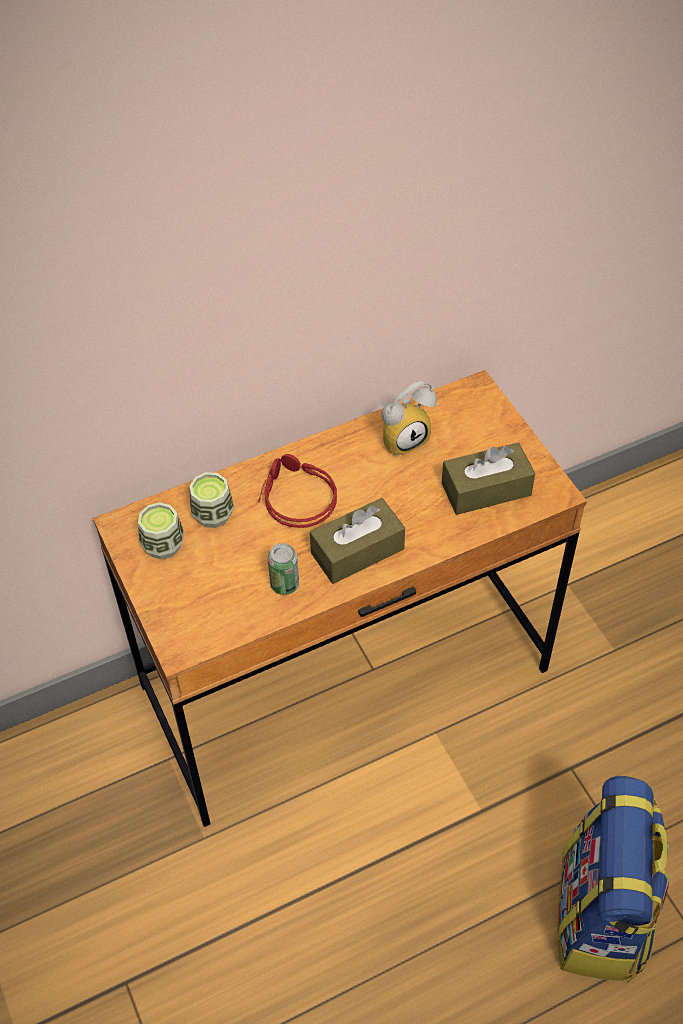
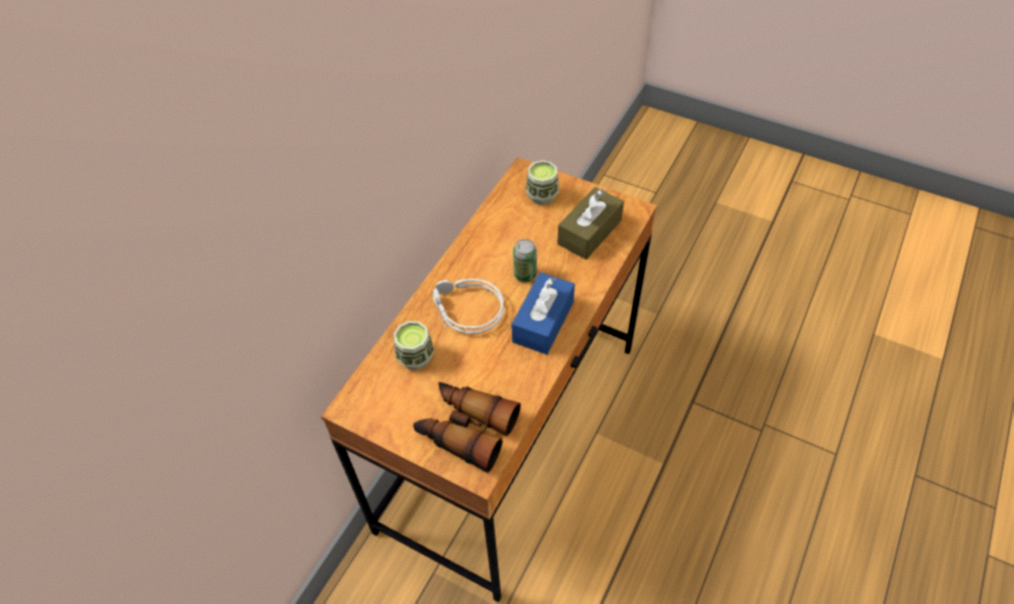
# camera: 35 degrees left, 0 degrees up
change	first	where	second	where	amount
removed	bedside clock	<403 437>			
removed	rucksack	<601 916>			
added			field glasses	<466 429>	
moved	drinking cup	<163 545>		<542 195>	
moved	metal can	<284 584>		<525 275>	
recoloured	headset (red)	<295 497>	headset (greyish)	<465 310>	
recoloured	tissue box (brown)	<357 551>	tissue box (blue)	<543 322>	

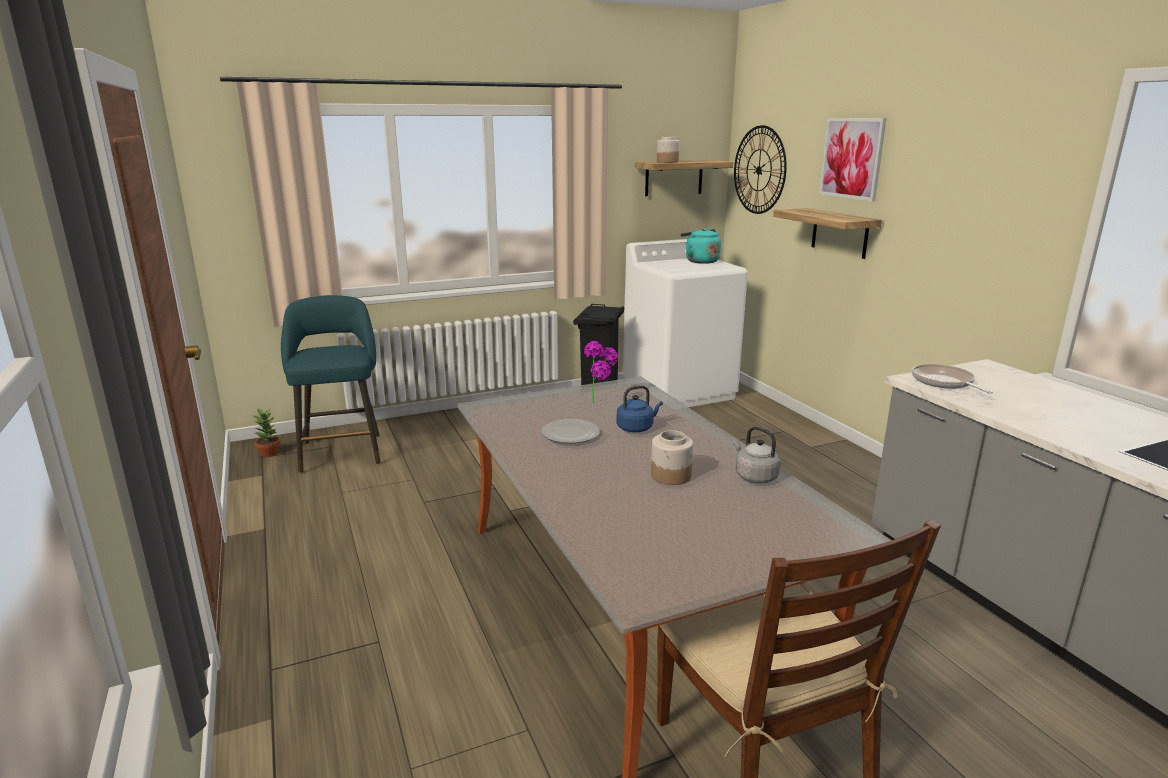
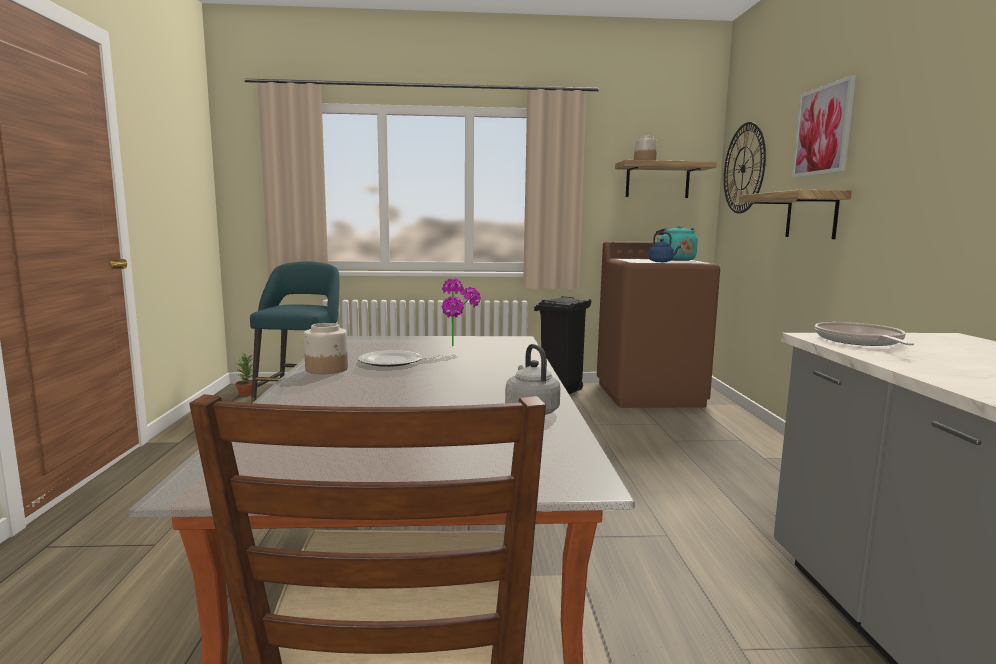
# camera: 20 degrees right, 10 degrees down
change	first	where	second	where	amount
moved	tea kettle (blue)	<636 428>		<662 262>	
moved	storage jar	<671 475>		<327 369>	
recoloured	laundry machine (white)	<679 391>	laundry machine (brown)	<650 394>	

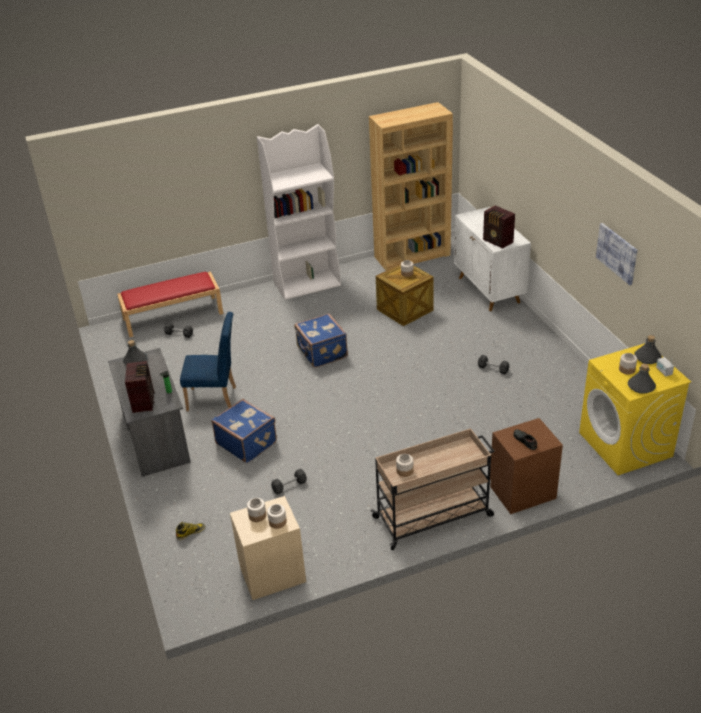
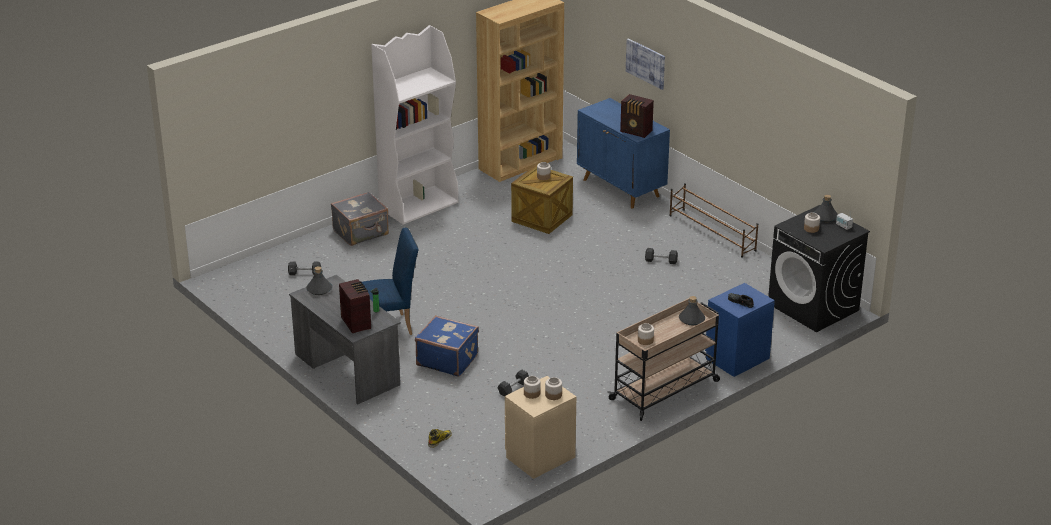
# camera: 20 degrees left, 5 degrees down
change	first	where	second	where	amount
removed	indoor bench (red)	<173 316>			
removed	piece of luggage (blue)	<321 353>			
added			piece of luggage (greyish)	<361 233>	
added			shoe stand (brown)	<712 233>	
moved	wall picture	<617 253>		<646 63>	
moved	bottle (greyish)	<641 386>		<691 319>	
recoloured	storage cabinet (white)	<489 290>	storage cabinet (blue)	<621 188>	
recoloured	bedside table (brown)	<522 491>	bedside table (blue)	<736 358>	
recoloured	laundry machine (yellow-coloured)	<626 445>	laundry machine (blackish)	<814 307>	

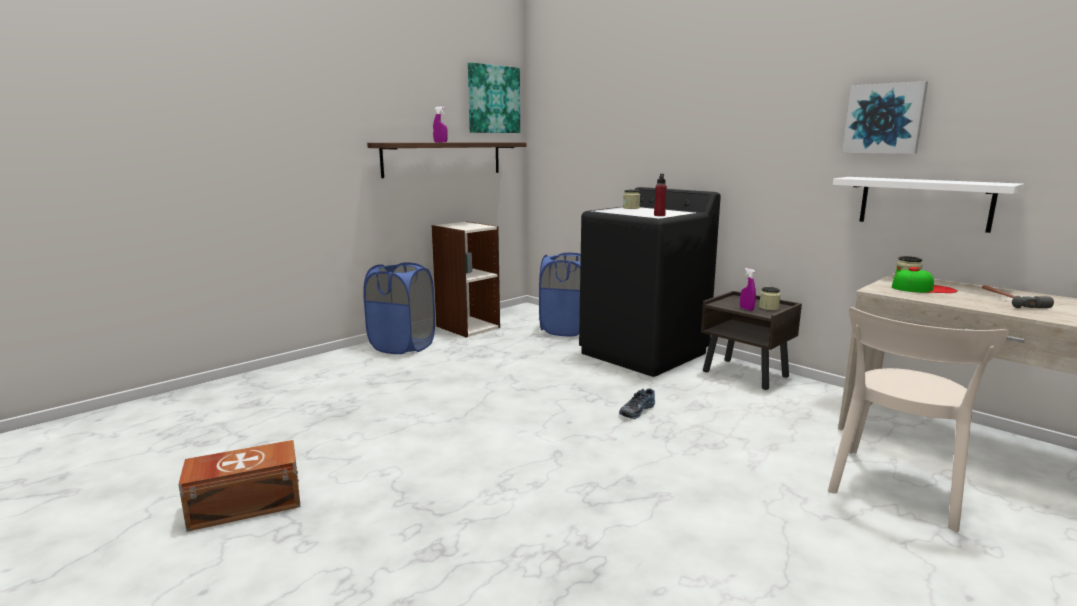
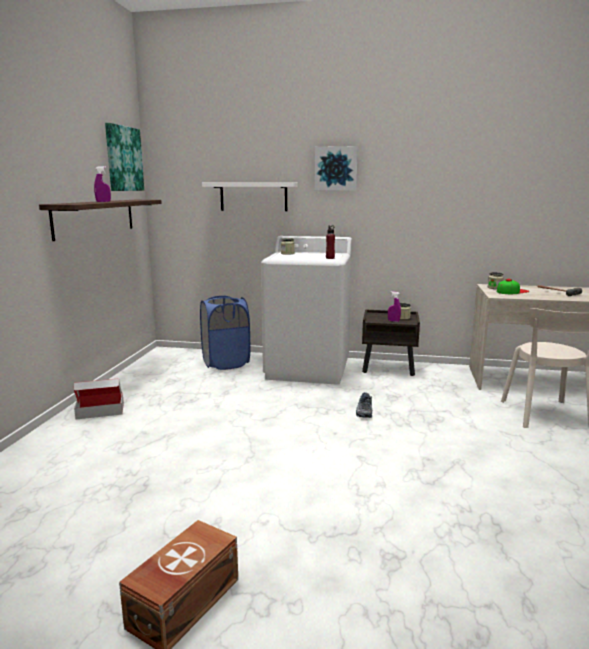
# camera: 35 degrees left, 0 degrees up
change	first	where	second	where	amount
removed	bookshelf	<467 327>			
moved	shelf (white)	<924 203>		<253 196>	
moved	wall picture	<884 119>		<336 168>	
replaced	washing basket (blue)	<402 346>	packing box	<100 410>	
recoloured	laundry machine (blackish)	<644 353>	laundry machine (white)	<308 369>	

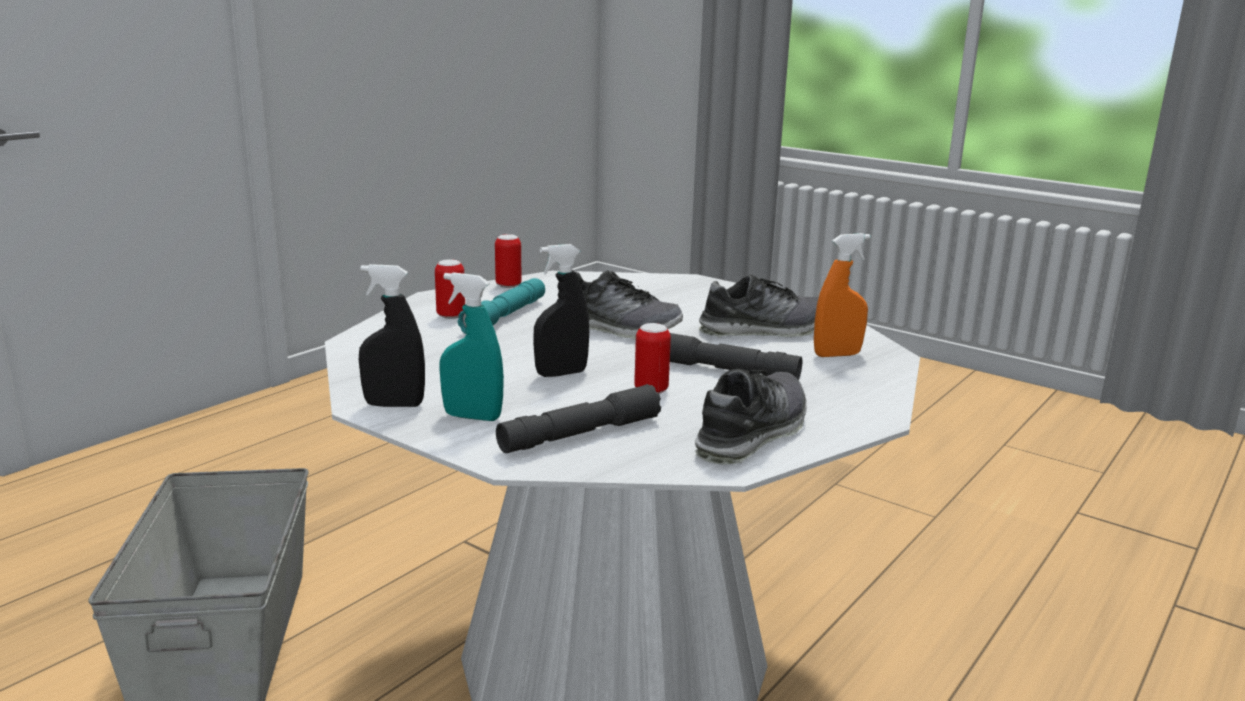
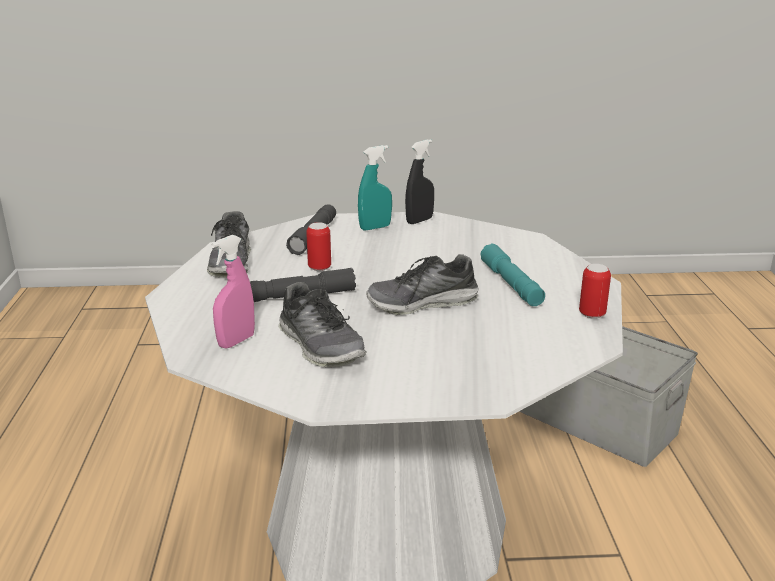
# camera: 140 degrees right, 5 degrees up
change	first	where	second	where	amount
removed	metal can	<451 315>			
removed	sprayer (blackish)	<561 373>			
recoloured	sprayer (orange-coloured)	<837 355>	sprayer (pink)	<236 341>	
turned	shoe	<763 331>		<320 346>	75 degrees counterclockwise

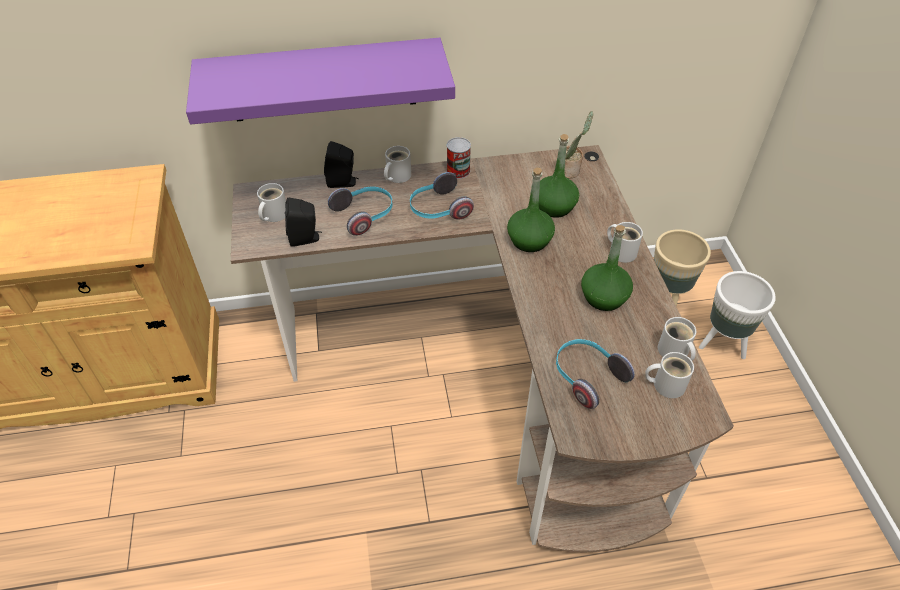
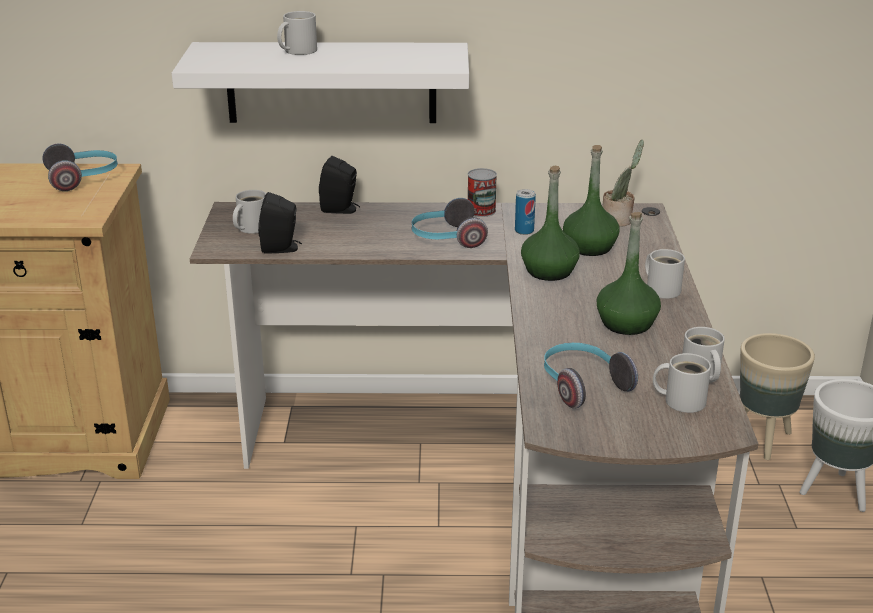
# camera: 10 degrees right, 20 degrees down
change	first	where	second	where	amount
added			metal can	<524 231>	
moved	headset	<365 215>		<83 178>	
moved	tea mug (white)	<396 176>		<297 51>	
recoloured	shelf (purple-coloured)	<323 80>	shelf (white)	<331 82>	

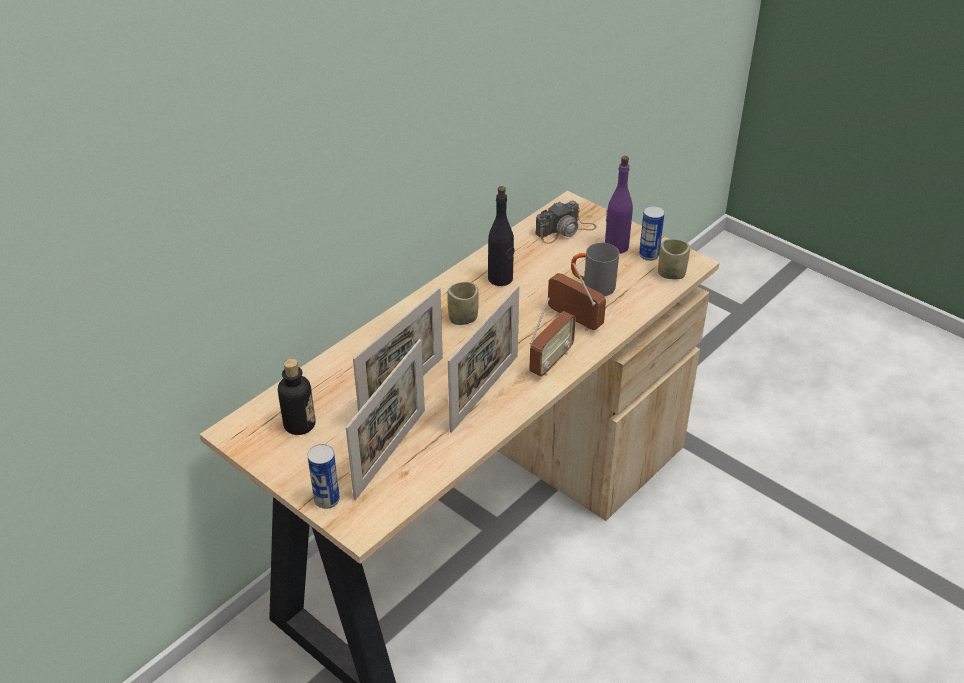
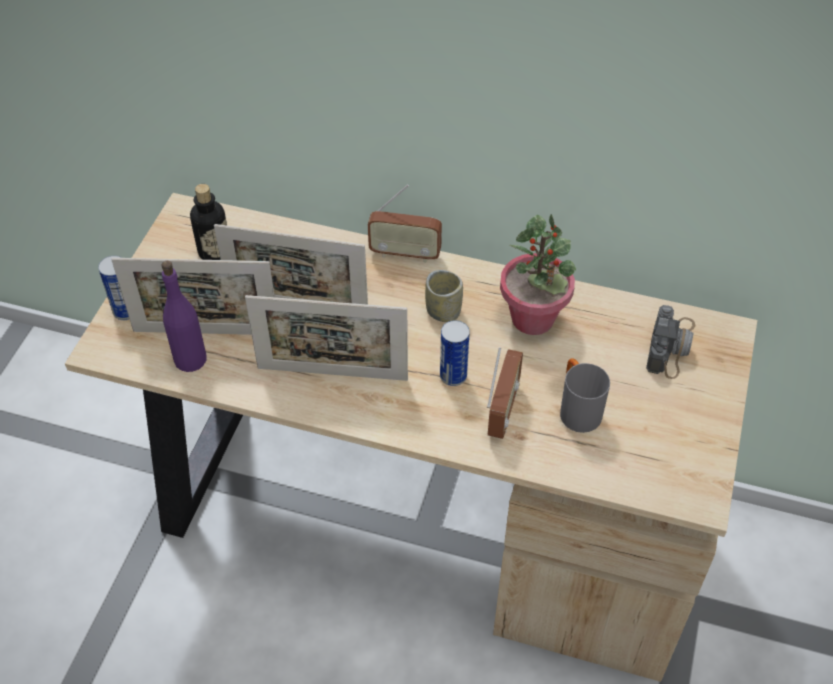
# camera: 65 degrees right, 10 degrees up
change	first	where	second	where	amount
removed	drinking cup	<671 274>			
moved	radio	<550 362>		<405 254>	
moved	bottle (purple-coloured)	<616 247>		<190 359>	
moved	metal can	<649 255>		<453 376>	
replaced	bottle (blackish)	<500 279>	houseplant	<533 318>	
turned	still camera	<565 230>		<670 346>	105 degrees counterclockwise

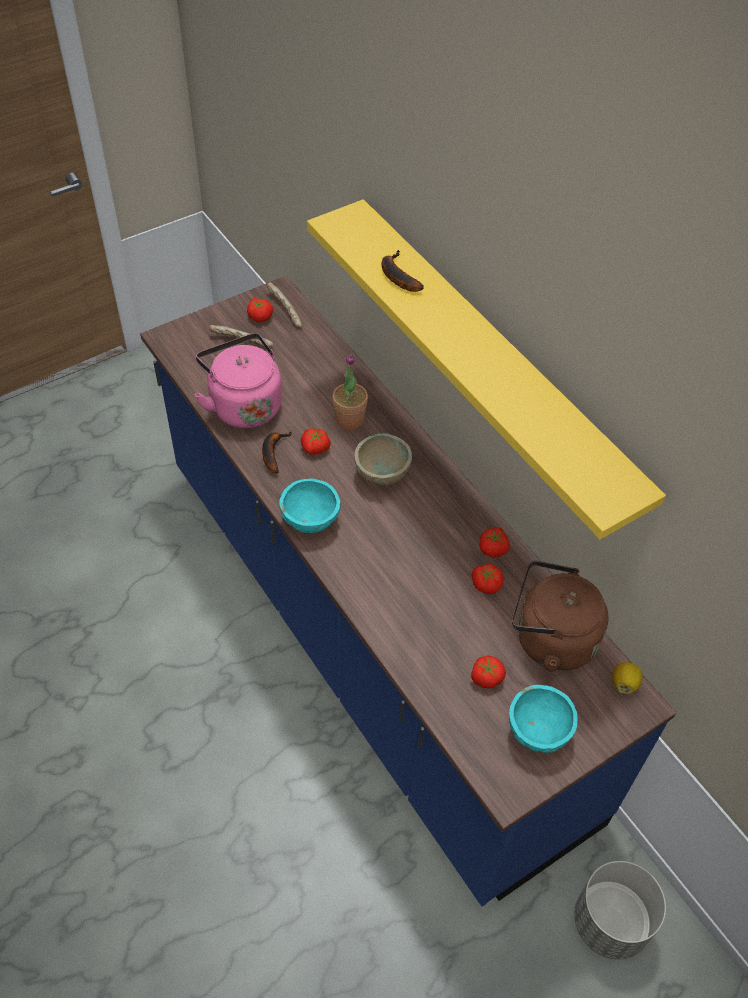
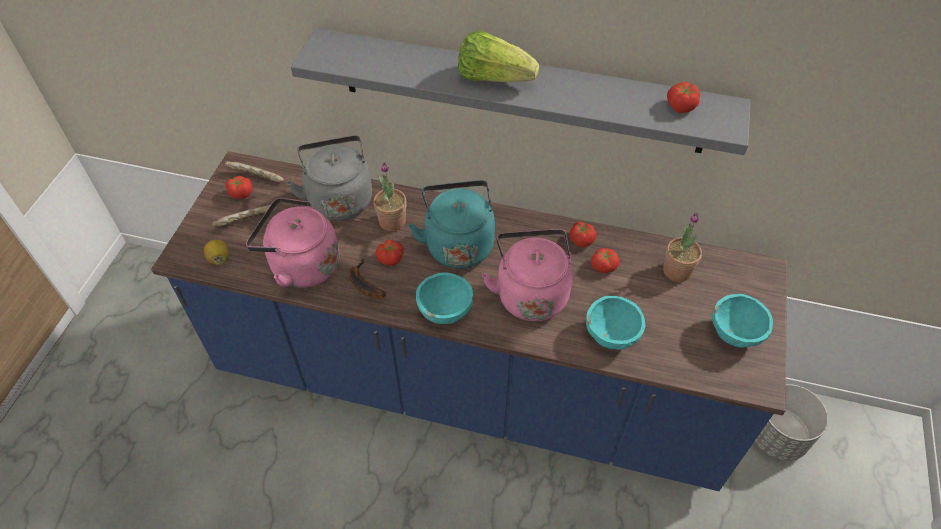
# camera: 40 degrees left, 0 degrees up
change	first	where	second	where	amount
removed	whole banana	<396 276>			
added			tea kettle (greyish)	<339 198>	
added			head of lettuce	<493 78>	
added			tea kettle (pink)	<530 293>	
added			bowl (blue-green)	<611 335>	
moved	fresh tomato	<486 677>		<680 106>	
moved	lemon	<624 684>		<219 258>	
replaced	bowl (sand-coloured)	<382 474>	tea kettle (blue-green)	<458 243>	
replaced	tea kettle (brown)	<549 639>	houseplant	<676 271>	
recoloured	shelf (yellow-coloured)	<492 359>	shelf (greyish)	<521 91>	

